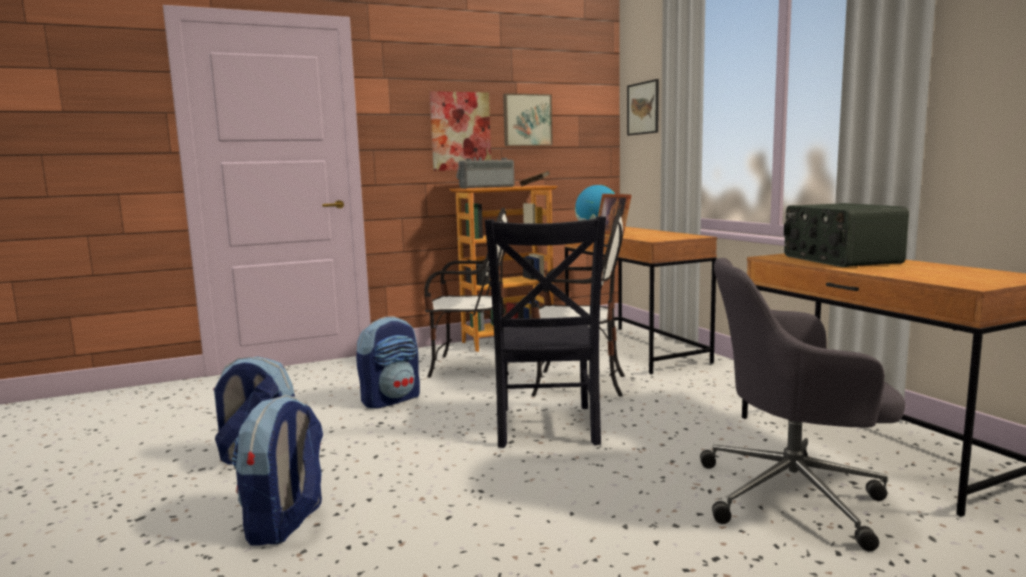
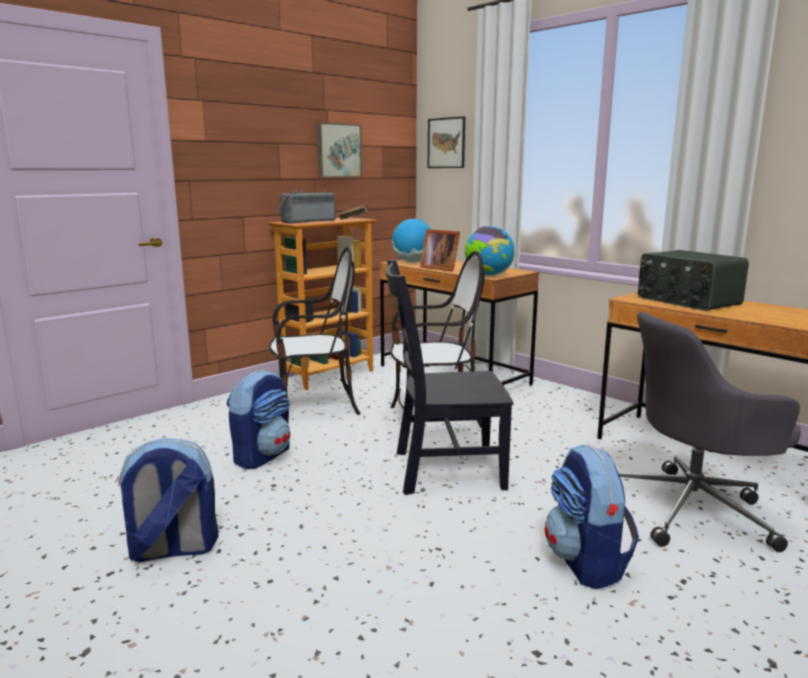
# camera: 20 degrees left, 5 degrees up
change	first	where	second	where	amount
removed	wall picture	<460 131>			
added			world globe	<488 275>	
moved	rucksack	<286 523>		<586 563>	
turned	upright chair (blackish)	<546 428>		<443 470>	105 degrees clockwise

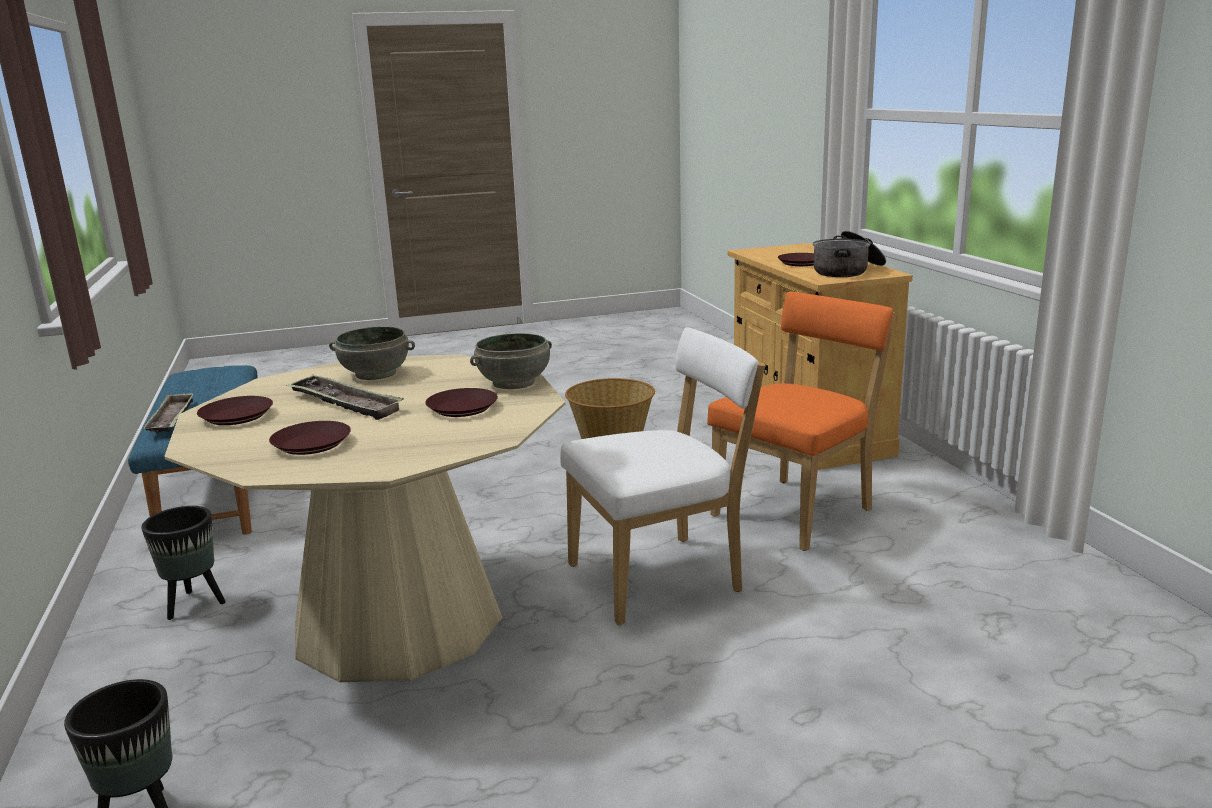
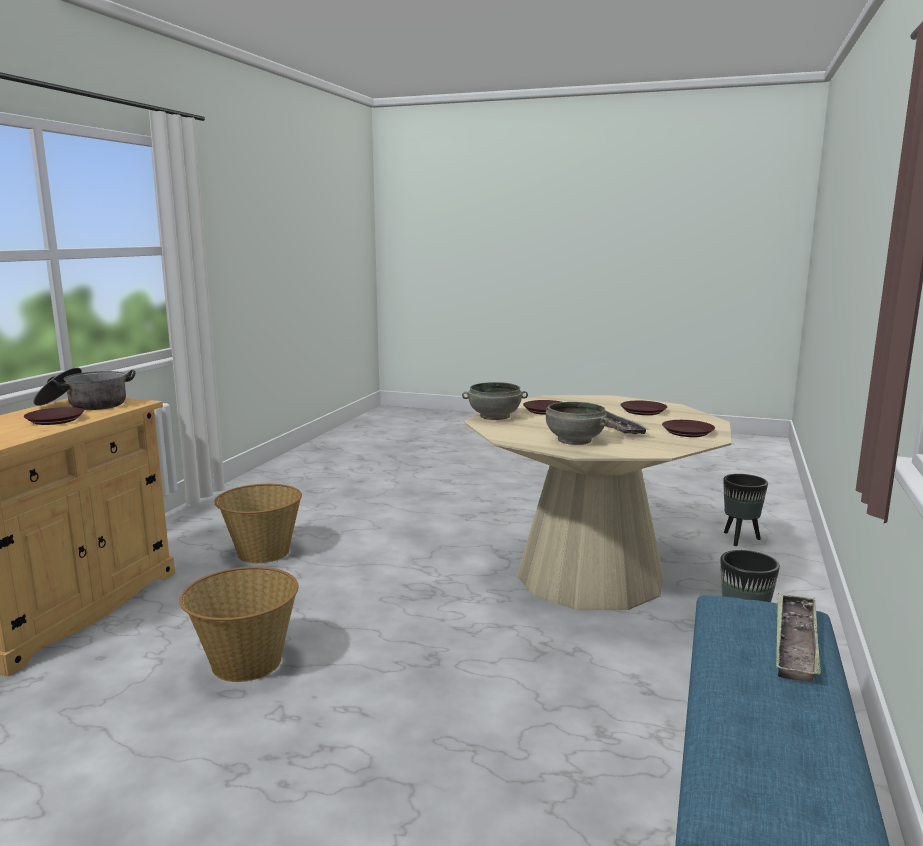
# camera: 145 degrees left, 5 degrees down
change	first	where	second	where	amount
removed	upright chair (white)	<662 577>			
replaced	upright chair (orange-coloured)	<797 511>	storage basket	<262 553>	

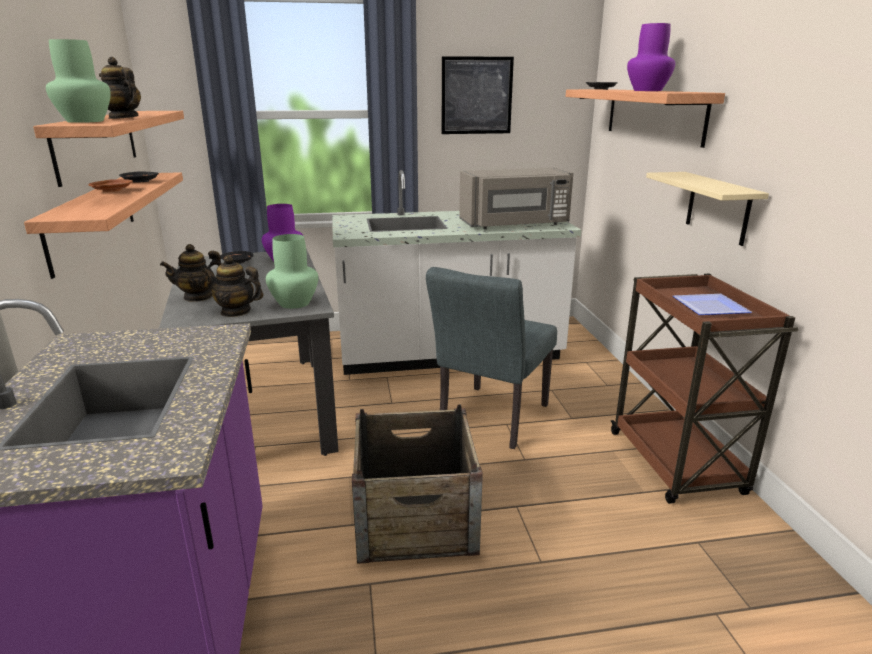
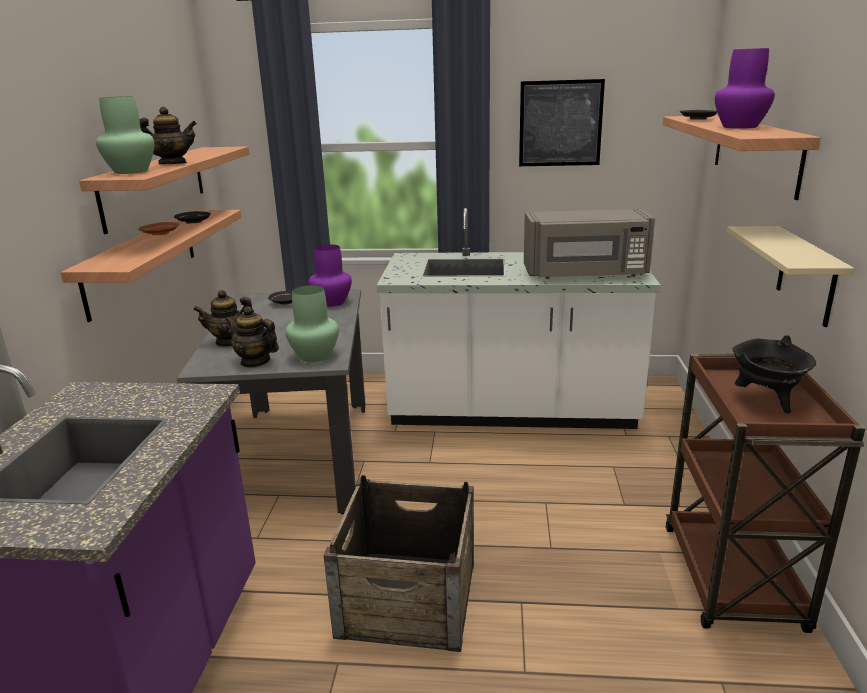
# camera: 15 degrees right, 0 degrees up
change	first	where	second	where	amount
removed	upright chair (greyish)	<489 420>			
replaced	plate	<707 307>	cooking pot (blackish)	<766 400>	
turned	tea pot	<123 118>		<172 164>	120 degrees clockwise

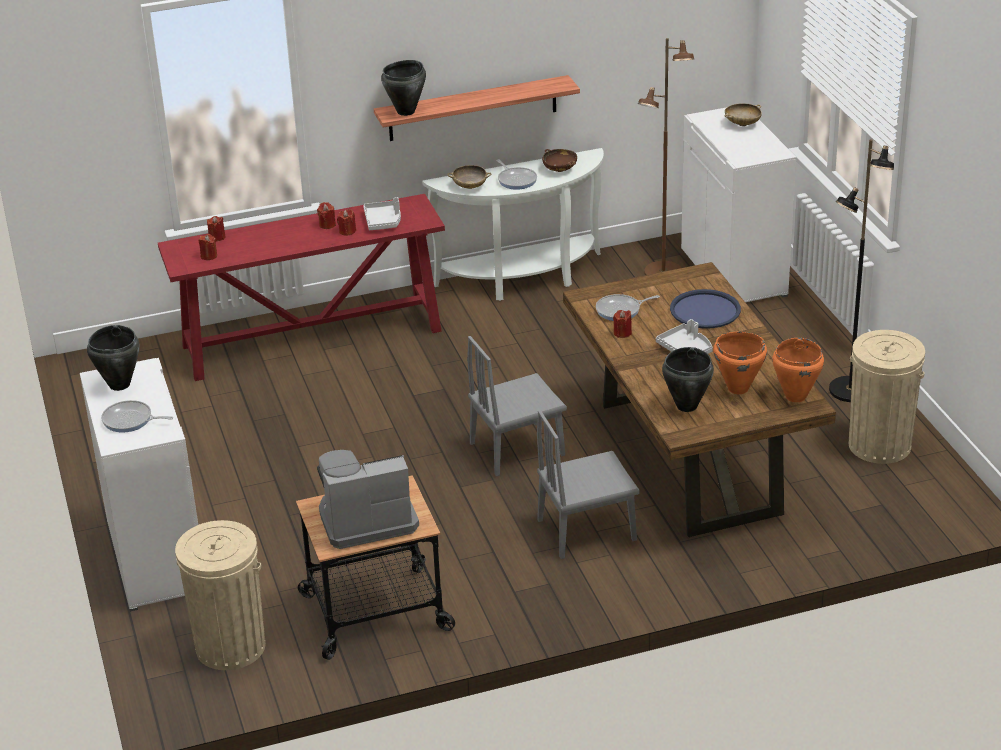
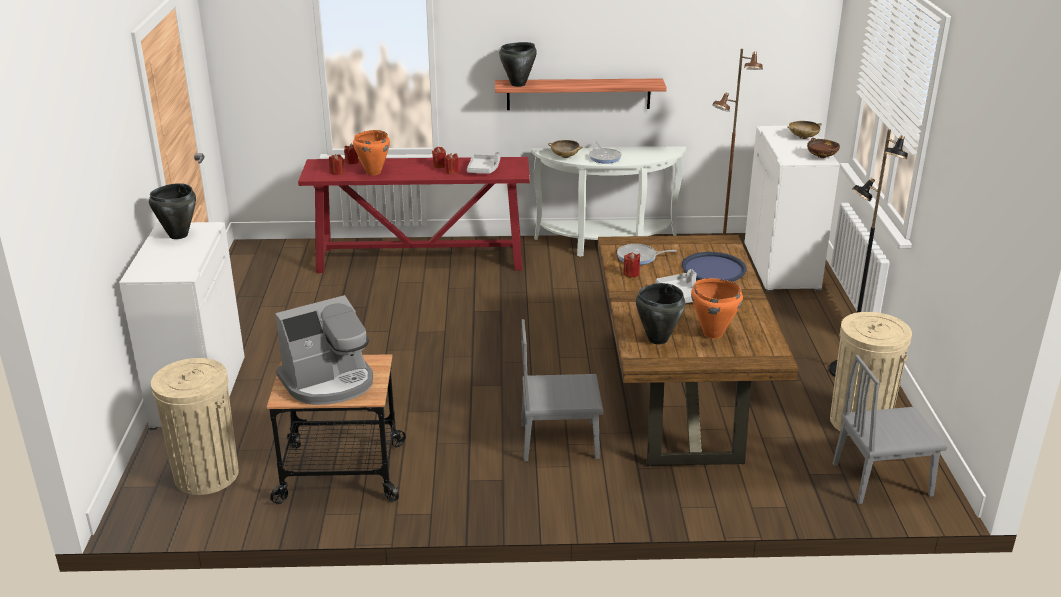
# camera: 15 degrees right, 5 degrees down
change	first	where	second	where	amount
removed	frying pan	<130 420>			
moved	upright chair (greyish)	<517 449>		<882 479>	
moved	bowl (brown)	<560 169>		<822 156>	
moved	cooking pot (orange-coloured)	<795 396>		<373 172>	
turned	coffee maker	<366 519>		<329 382>	150 degrees clockwise

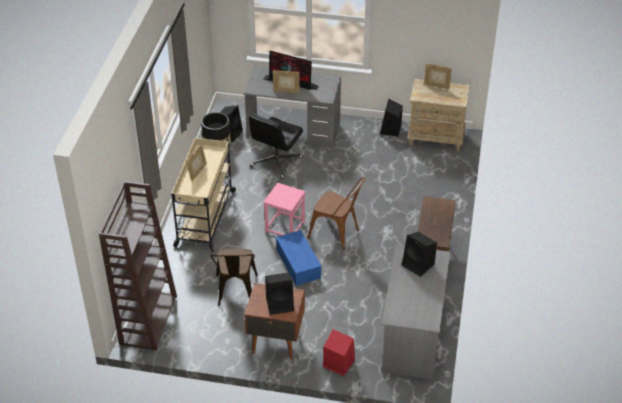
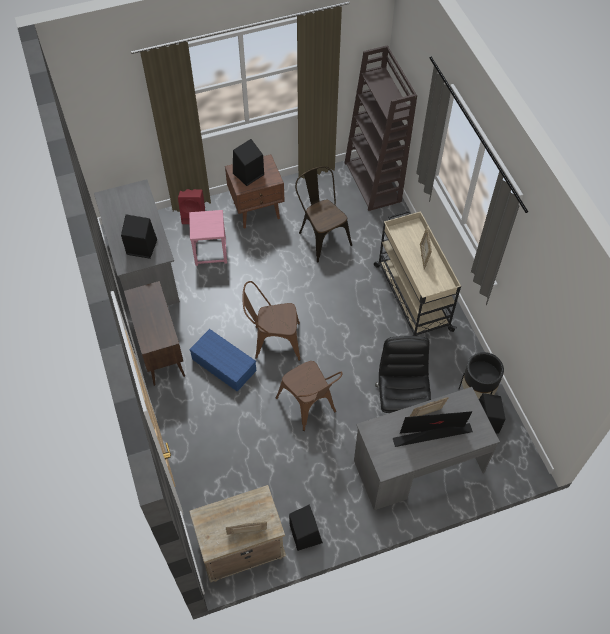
# camera: 150 degrees right, 15 degrees up
change	first	where	second	where	amount
added			upright chair (brown)	<309 407>	
moved	stool (pink)	<284 226>		<211 251>	
moved	storage bin (blue)	<299 264>		<223 365>	

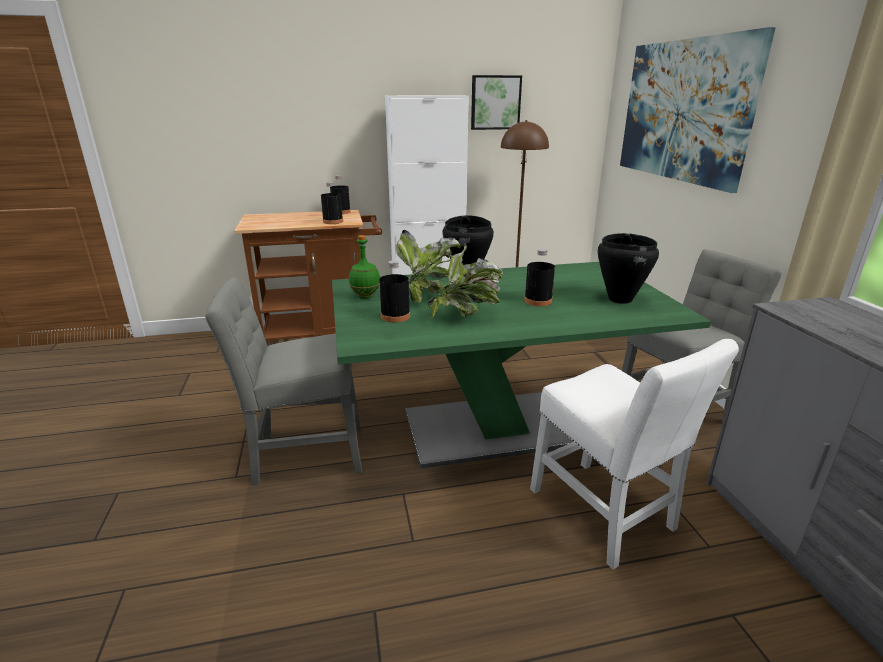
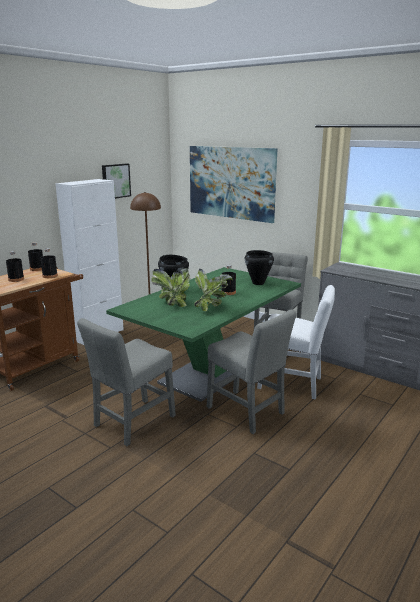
# camera: 40 degrees left, 5 degrees down
change	first	where	second	where	amount
removed	bottle (green)	<365 296>			
added			upright chair (greyish)	<247 412>	
moved	bottle (blackish)	<395 316>		<16 279>	

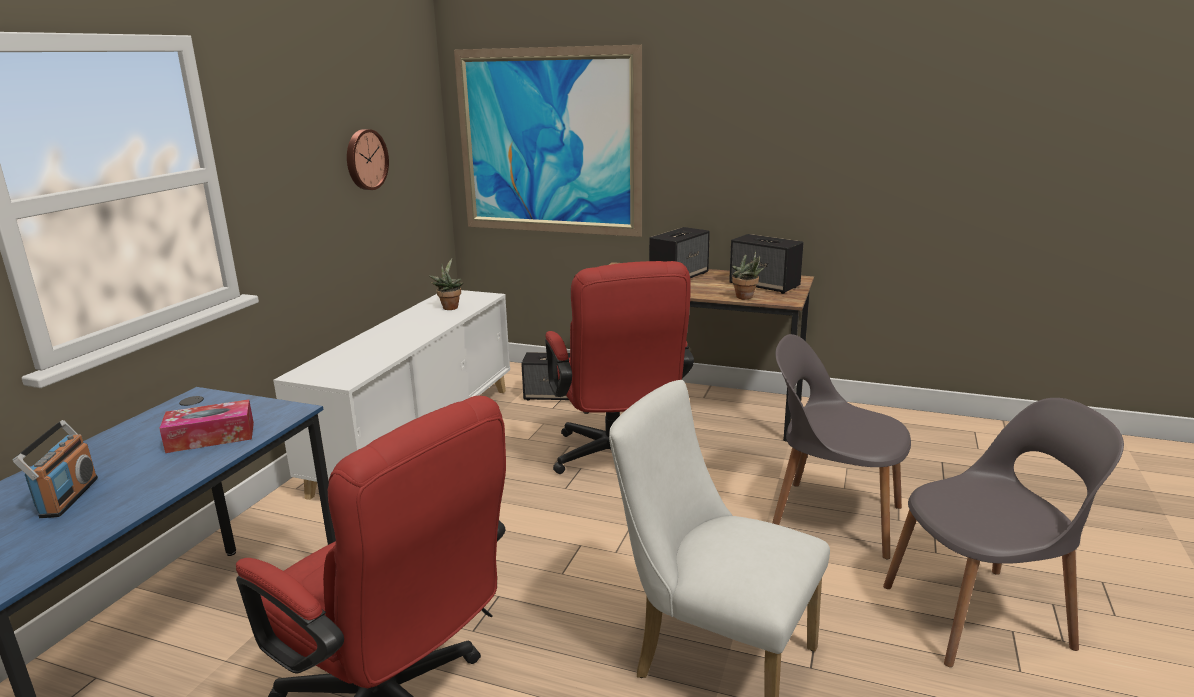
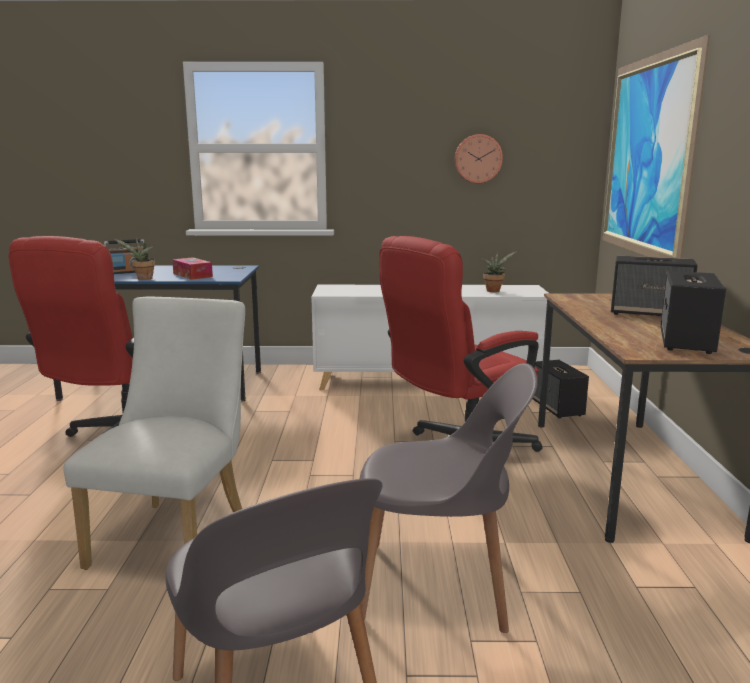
# camera: 70 degrees right, 5 degrees down
change	first	where	second	where	amount
moved	houseplant	<746 297>		<143 279>	
turned	upright chair (greyish)	<832 517>		<439 585>	90 degrees clockwise

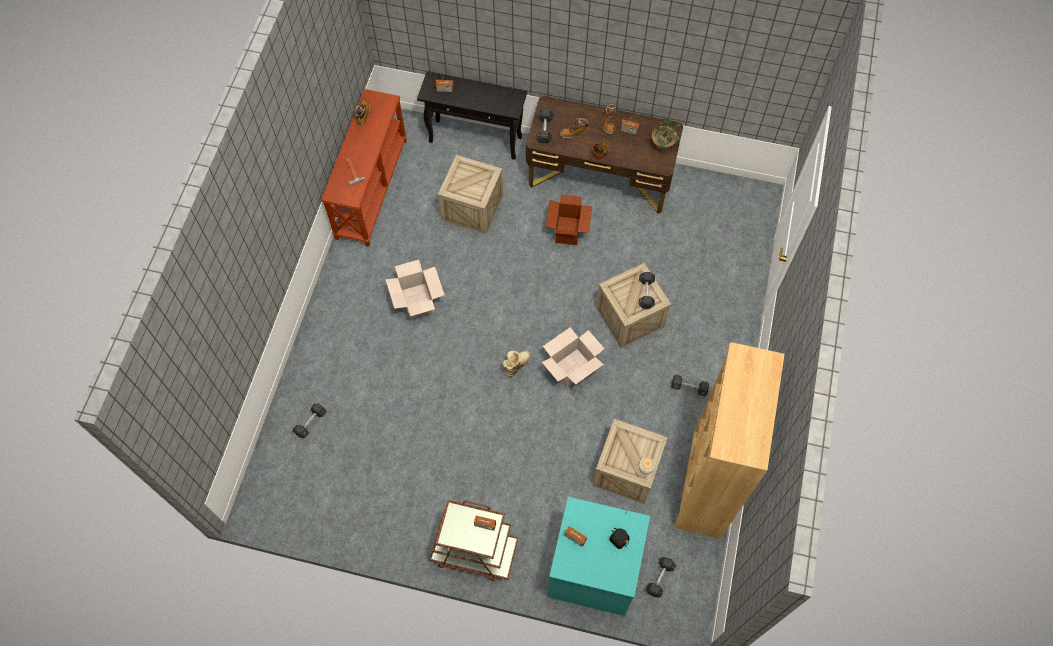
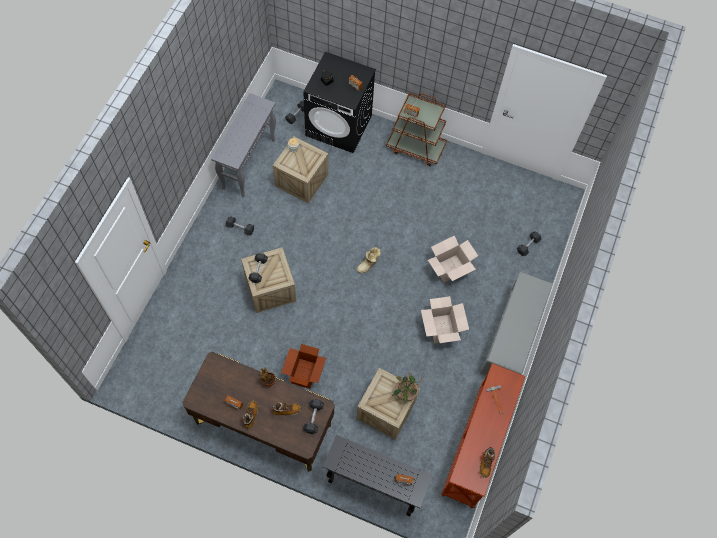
# camera: 175 degrees left, 0 degrees up
change	first	where	second	where	amount
added			shoe stand (greyish)	<511 338>	
moved	packing box	<572 368>		<449 268>	
moved	houseplant	<663 144>		<405 393>	
replaced	bookshelf (brown)	<705 484>	console table (greyish)	<249 163>	
recoloured	laundry machine (blue-green)	<593 570>	laundry machine (blackish)	<339 126>	

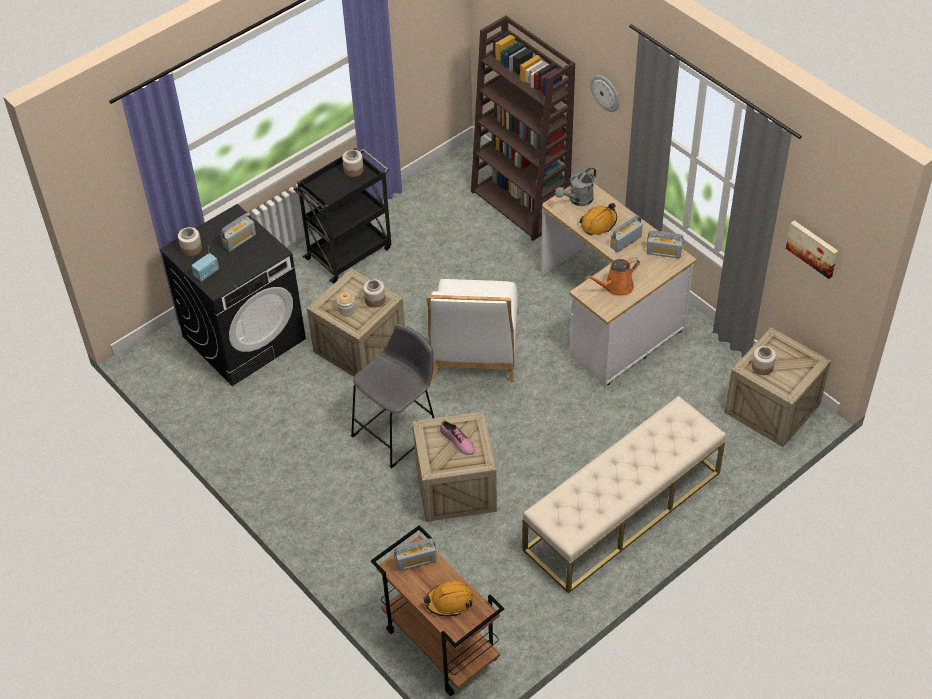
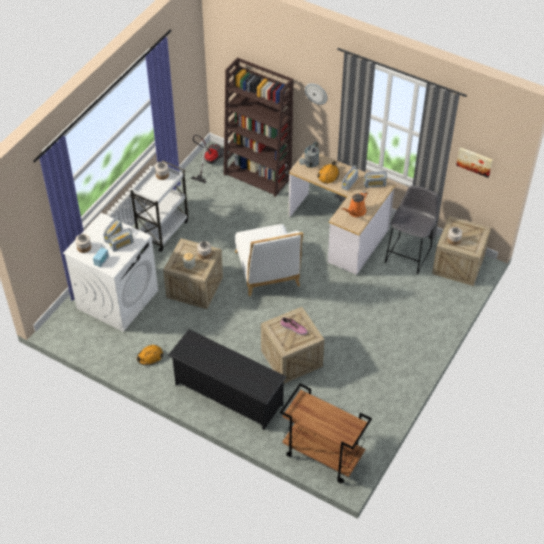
# camera: 20 degrees left, 0 degrees up
change	first	where	second	where	amount
removed	indoor bench (sand-coloured)	<622 511>			
added			shoe stand (blackish)	<228 394>	
added			vacuum cleaner	<208 162>	
moved	stool (greyish)	<398 431>		<409 253>	
moved	radio	<416 561>		<122 245>	
moved	hard hat (orange-coloured)	<449 601>		<150 357>	
recoloured	laundry machine (blackish)	<244 337>	laundry machine (white)	<117 299>	
recoloured	cart (blackish)	<350 252>	cart (white)	<163 229>	

